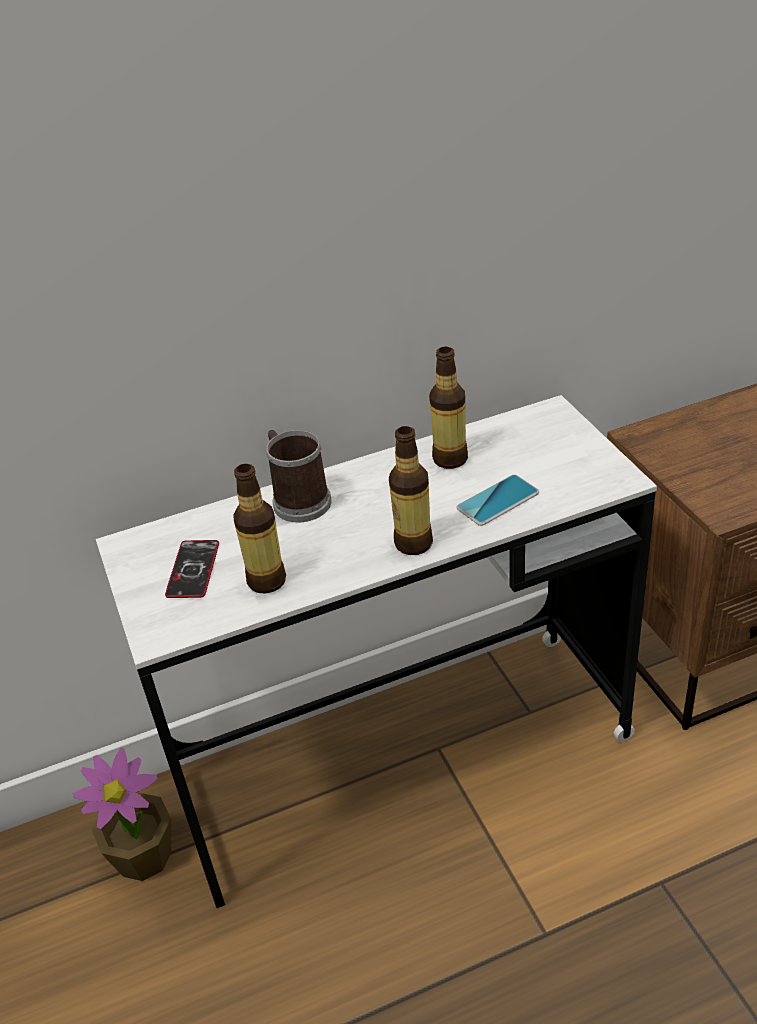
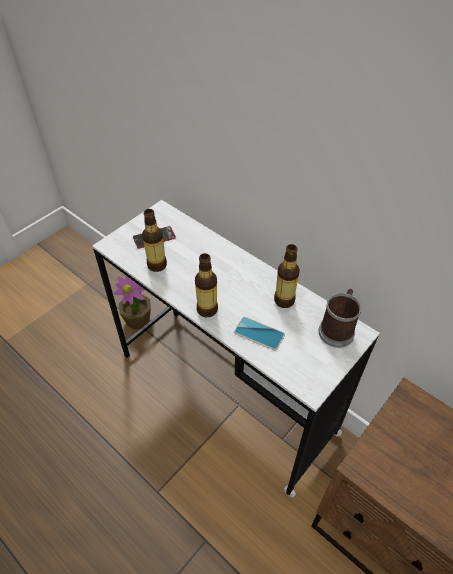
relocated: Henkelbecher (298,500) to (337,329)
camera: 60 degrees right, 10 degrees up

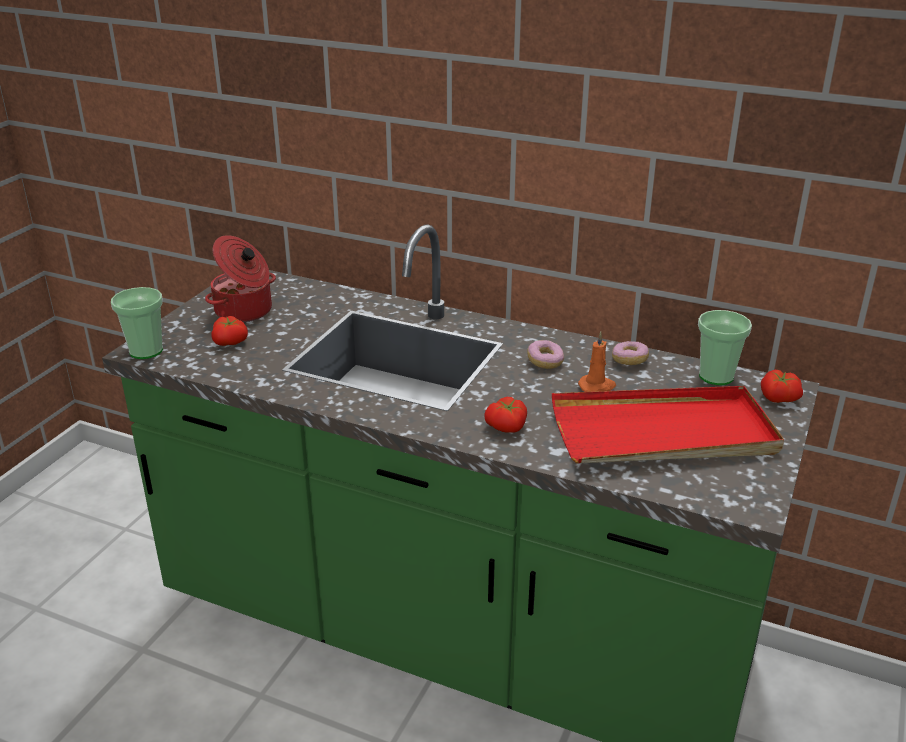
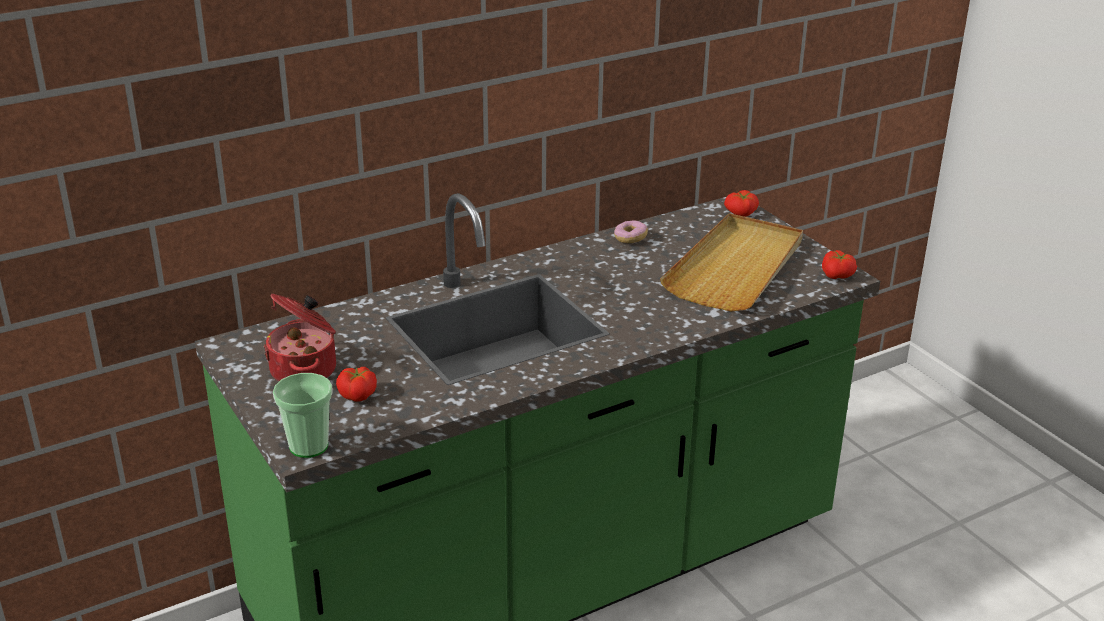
missing: Donut (545,362); Kerze [orange] (597,386); Tasse (716,376)
relocated: Tomate (507,427) to (838,275)
colour: Tablett [rot] (664,433) to Tablett [beige] (736,267)
camera: 55 degrees left, 0 degrees up

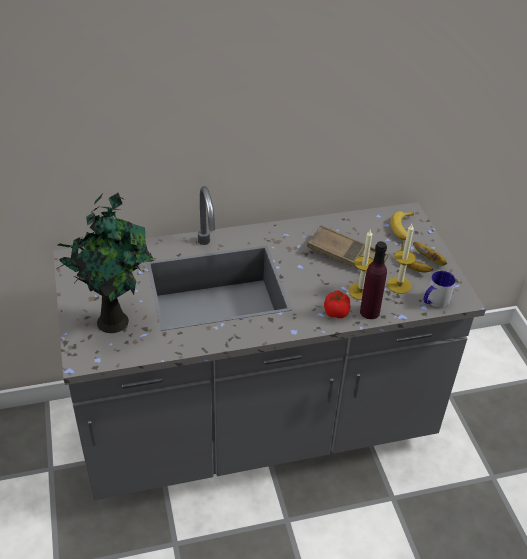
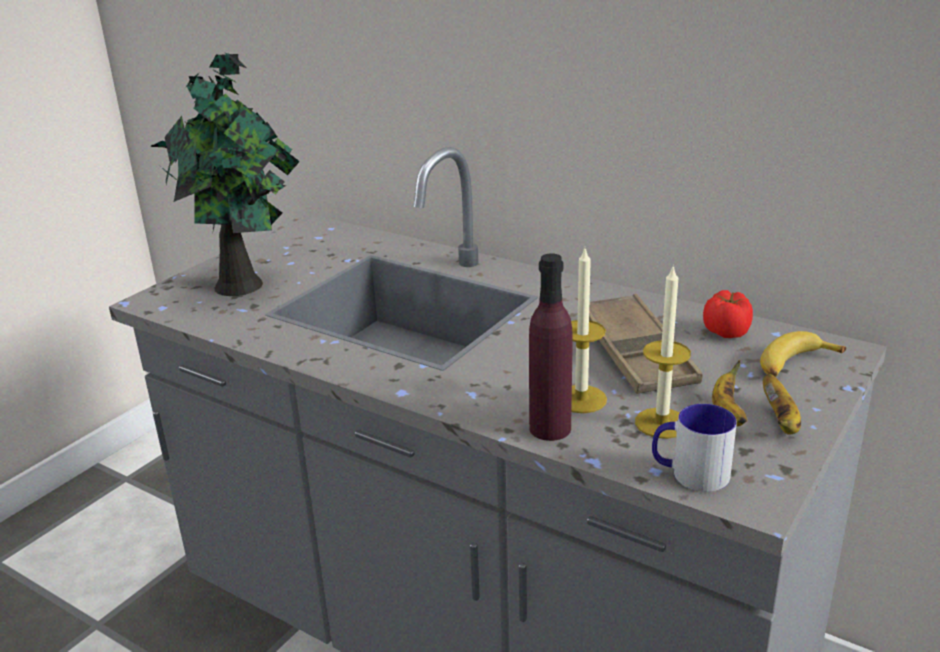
relocated: Tomate (336,312) to (727,332)
camera: 50 degrees right, 15 degrees down

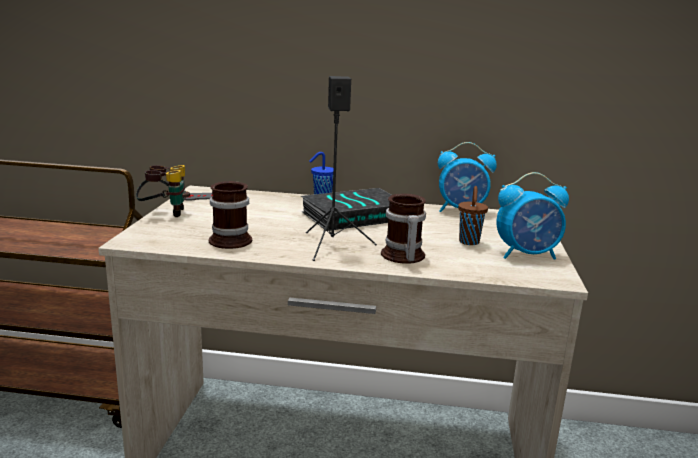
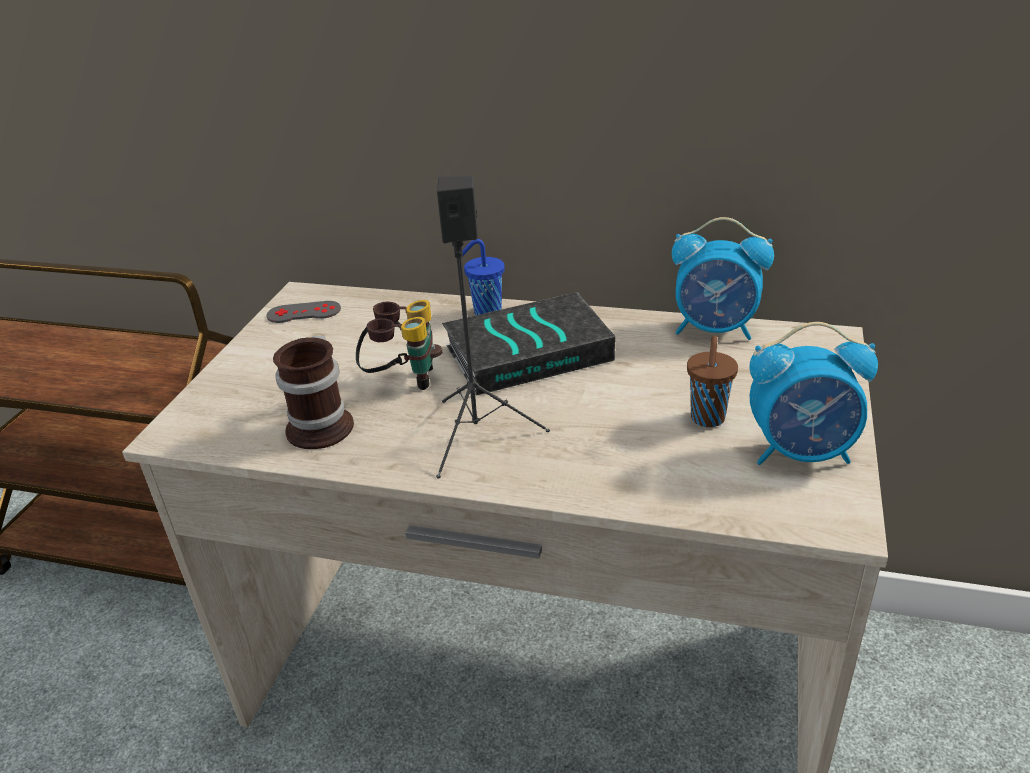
missing: Henkelbecher (401,257)
relocated: Fernglas (164,213) to (403,379)
camera: 10 degrees right, 15 degrees up

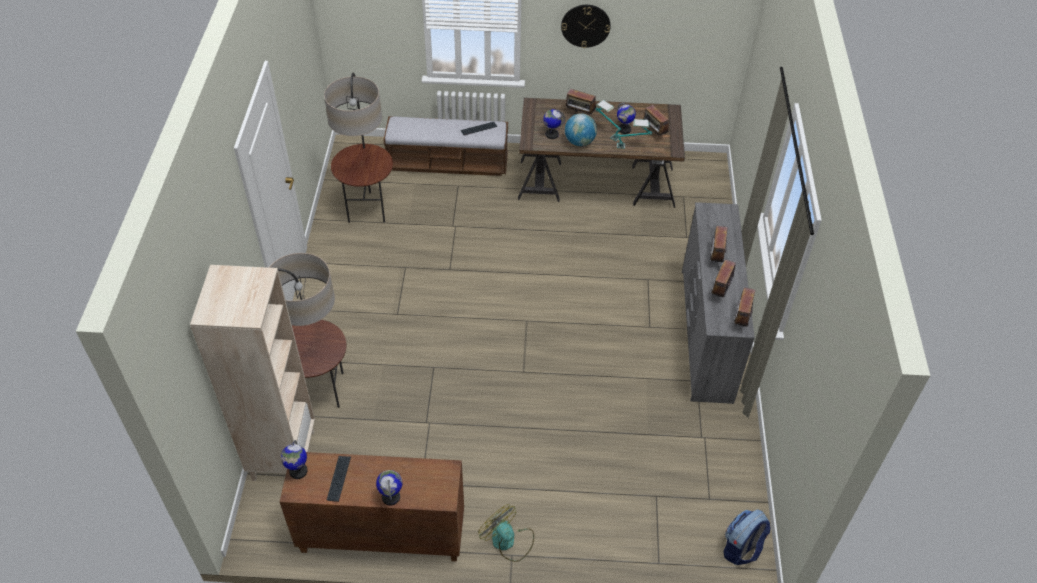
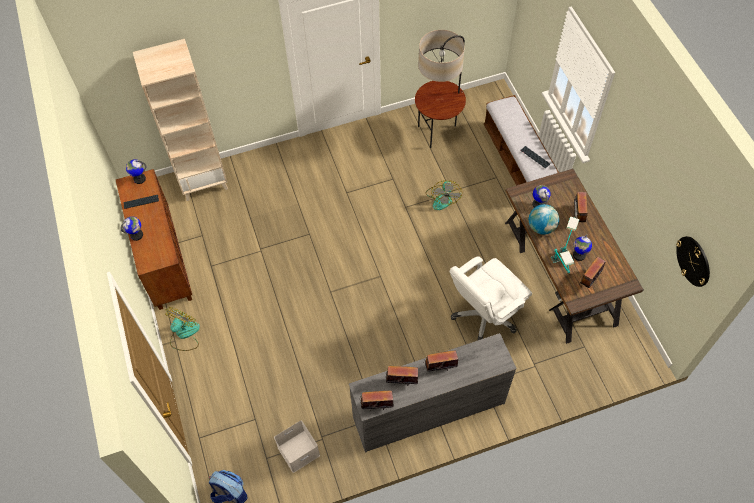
missing: Stehlampe (319,390)
appeared: Aufbewahrungsbox [weiß] (299,450); Ventilator (442,198); Bürostuhl [weiß] (484,316)
relocated: Wanduhr (585,25) to (693,261)
camera: 70 degrees right, 10 degrees up

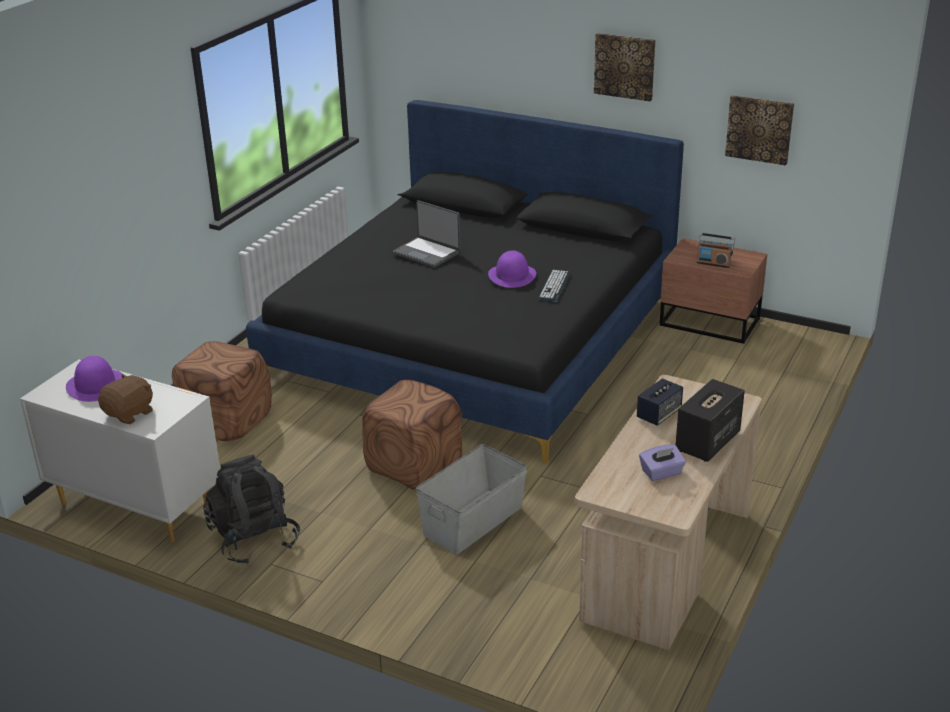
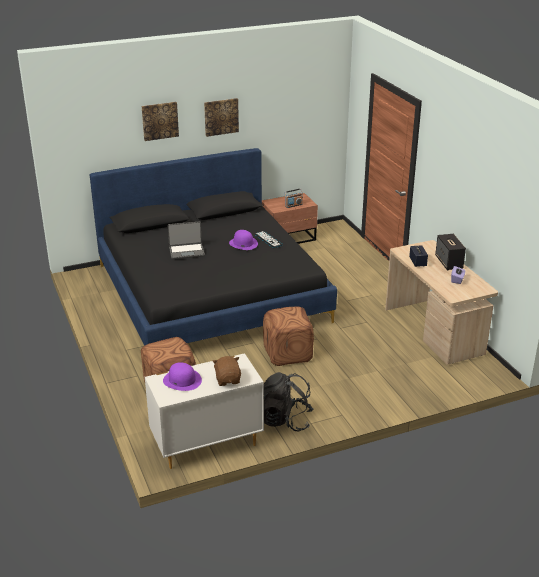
missing: Aufbewahrungsbox [grau] (474,521)
relocated: Bild (759,129) to (160,120)
camera: 50 degrees left, 0 degrees up

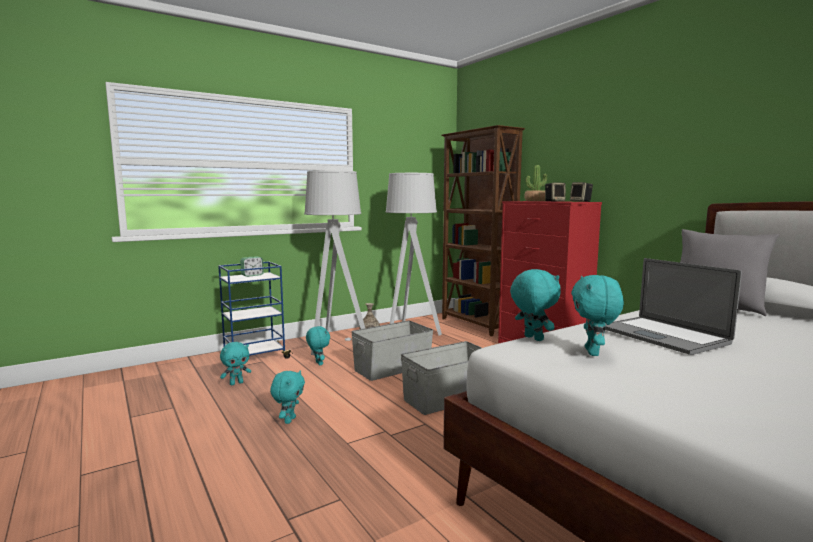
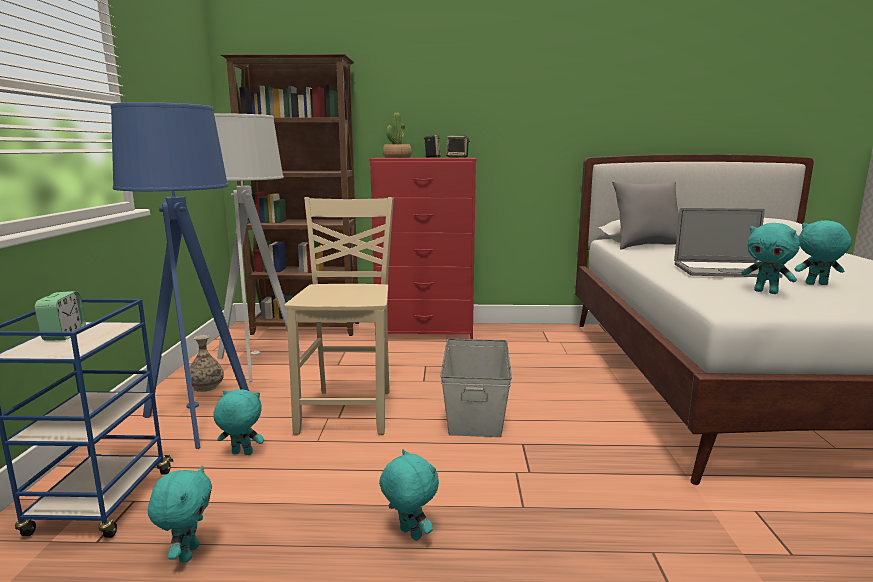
relocated: Plüschtier [türkis] (532,338) to (816,284)
exchanged: Aufbewahrungsbox [grau] (393,368) to Stuhl [beige] (349,410)
colour: Stehlampe [grau] (336,346) to Stehlampe [blau] (199,421)
camera: 55 degrees left, 5 degrees up

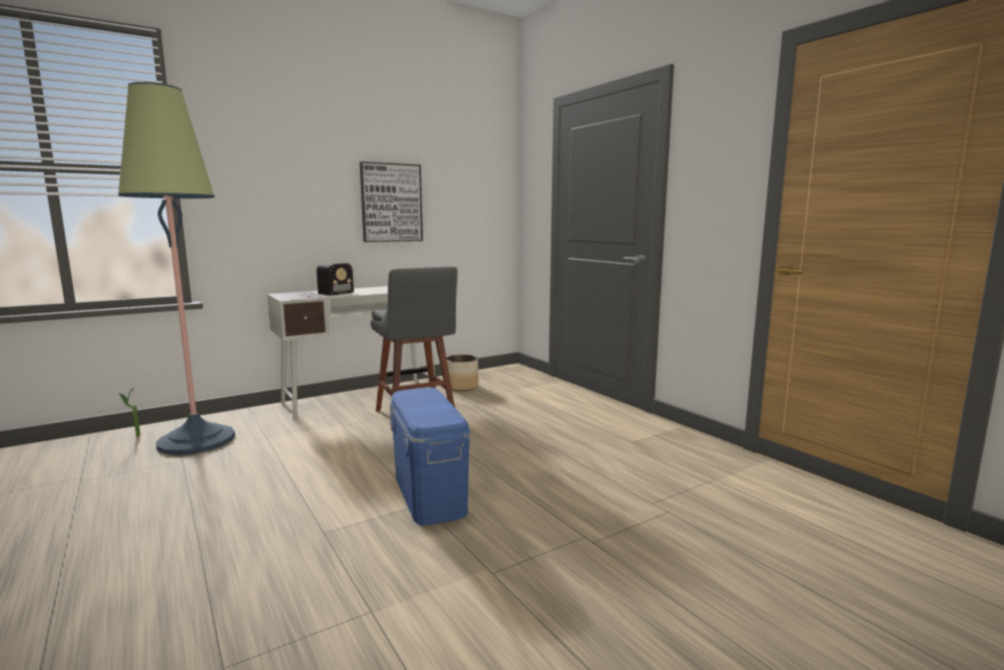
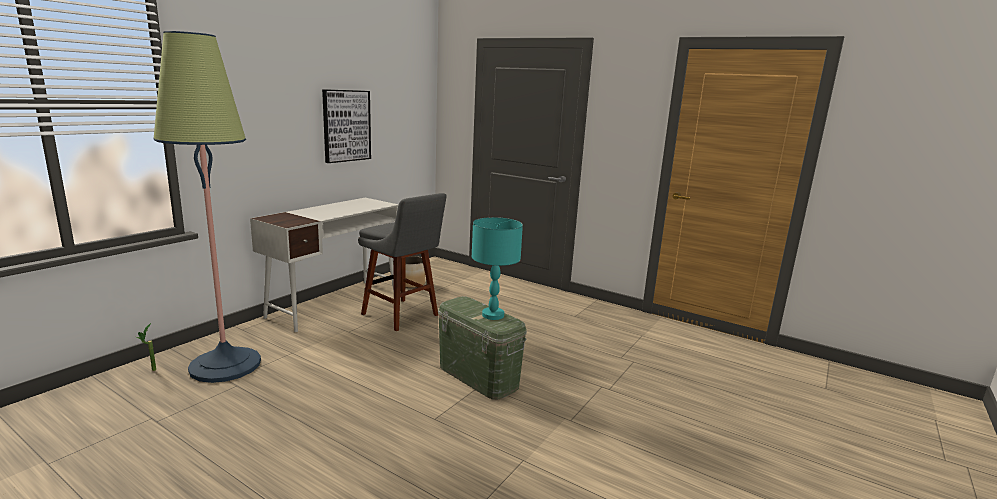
missing: Radio (325,294)
appeared: Tischlampe [türkis] (493,315)
colour: Aufbewahrungsbox [blau] (430,493) to Aufbewahrungsbox [grün] (478,376)
camera: 25 degrees left, 5 degrees up

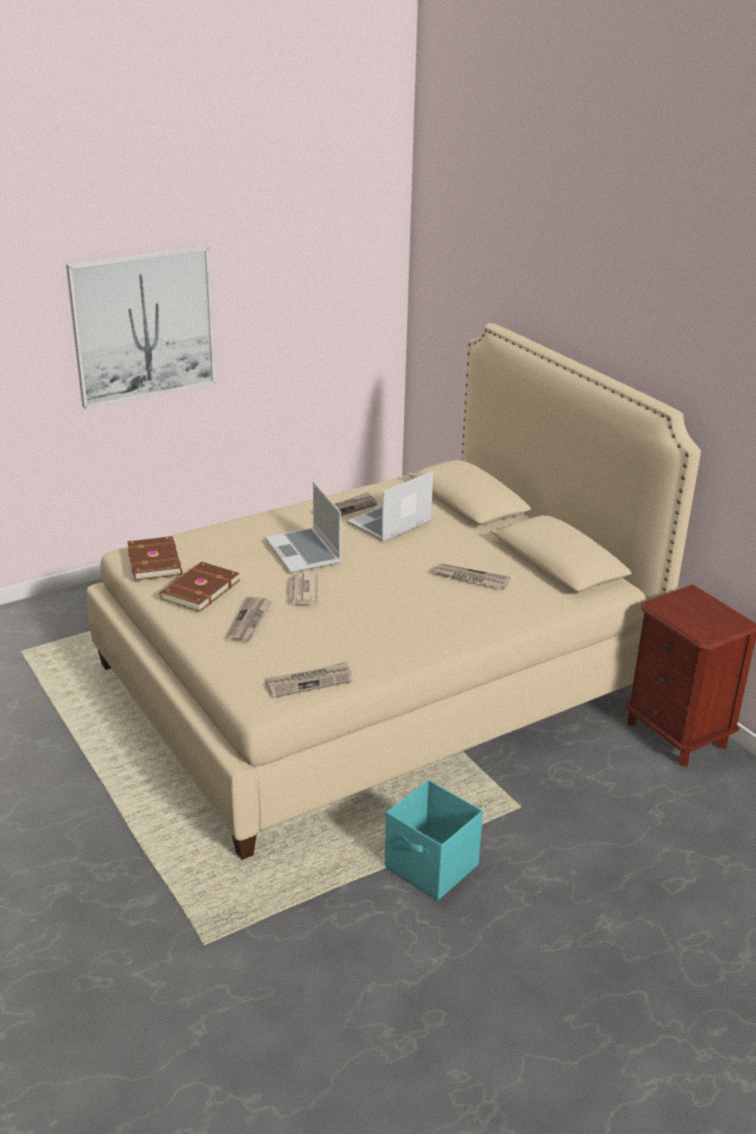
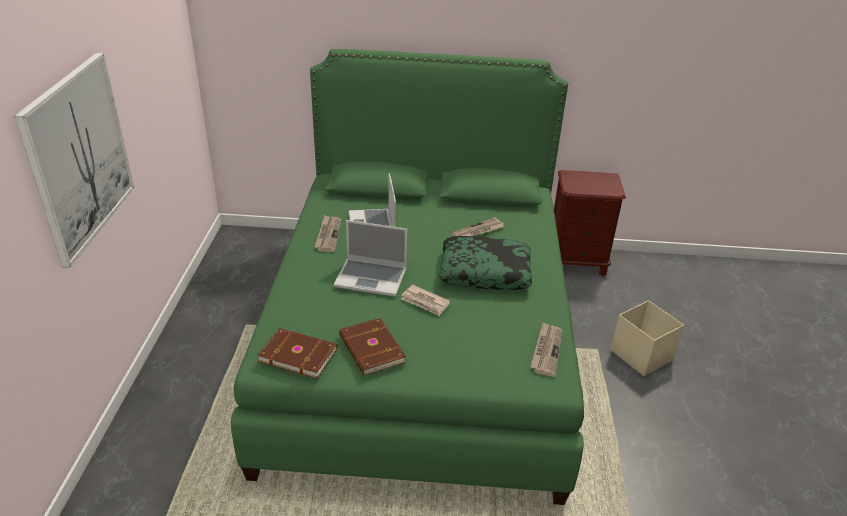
missing: Zeitung (250,622); Aufbewahrungsbox [türkis] (432,867)
appeared: Kissen (485,271); Aufbewahrungsbox [beige] (640,355)
colour: Bett [beige] (375,679) to Bett [grün] (419,342)
camera: 55 degrees left, 5 degrees up

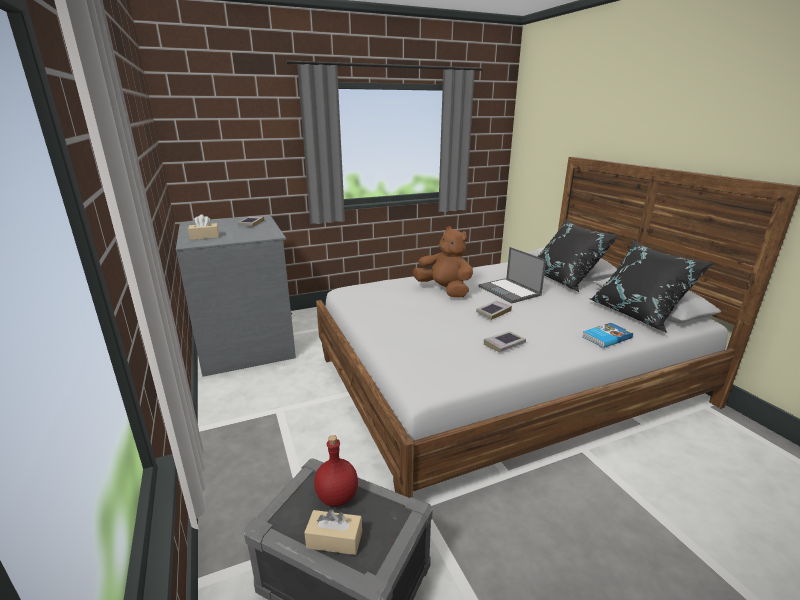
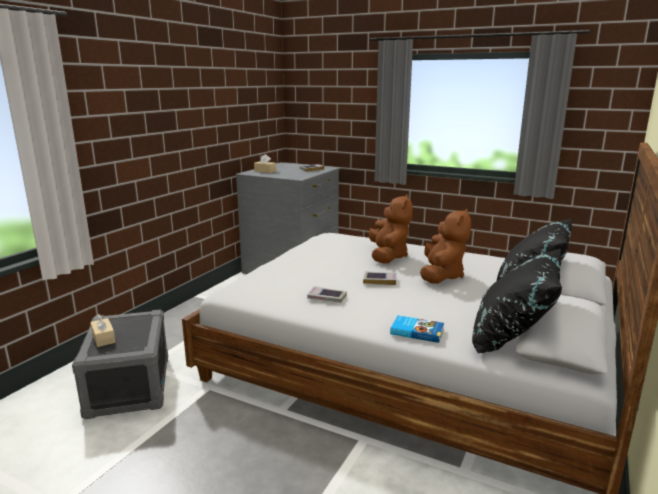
missing: Flasche [rot] (336,497)
exchanged: Laptop (510,291) to Plüschtier [braun] (441,276)
camera: 50 degrees right, 5 degrees down

